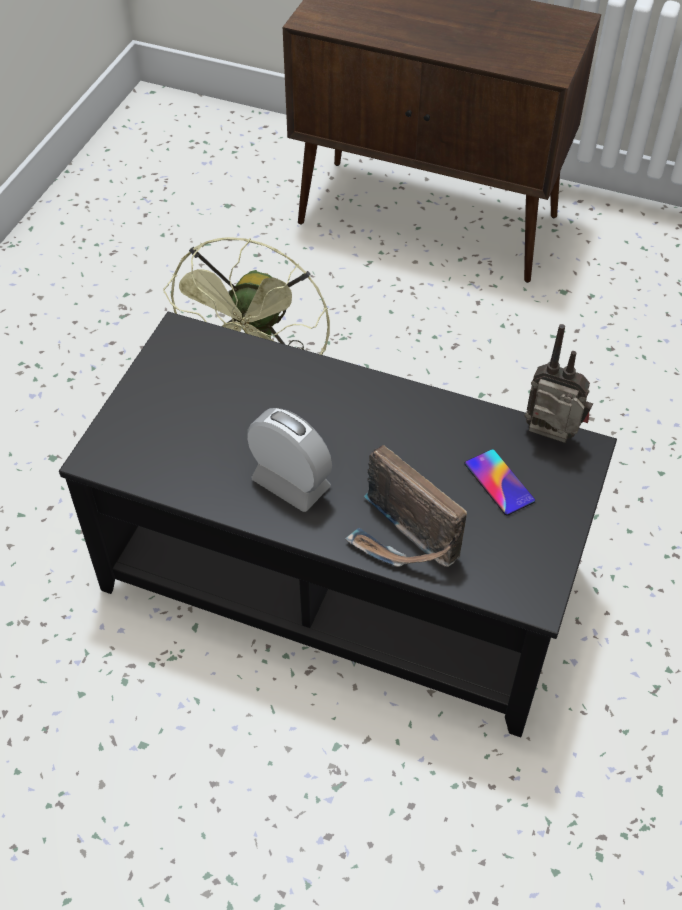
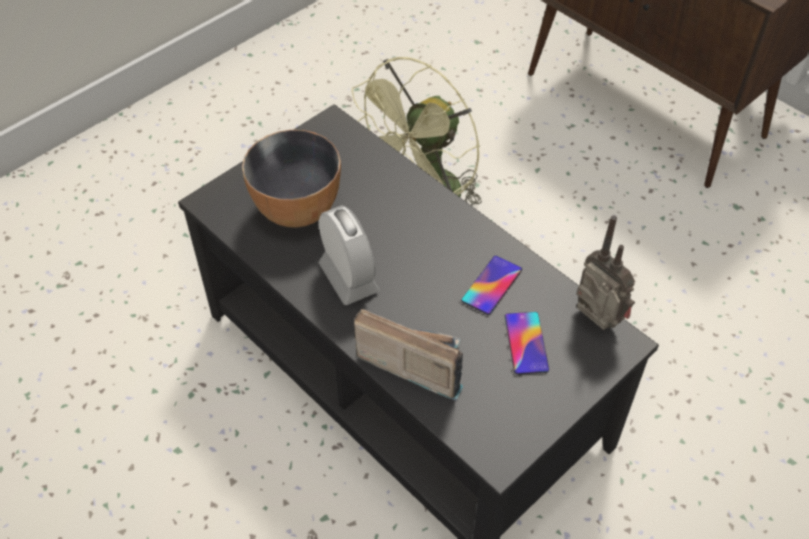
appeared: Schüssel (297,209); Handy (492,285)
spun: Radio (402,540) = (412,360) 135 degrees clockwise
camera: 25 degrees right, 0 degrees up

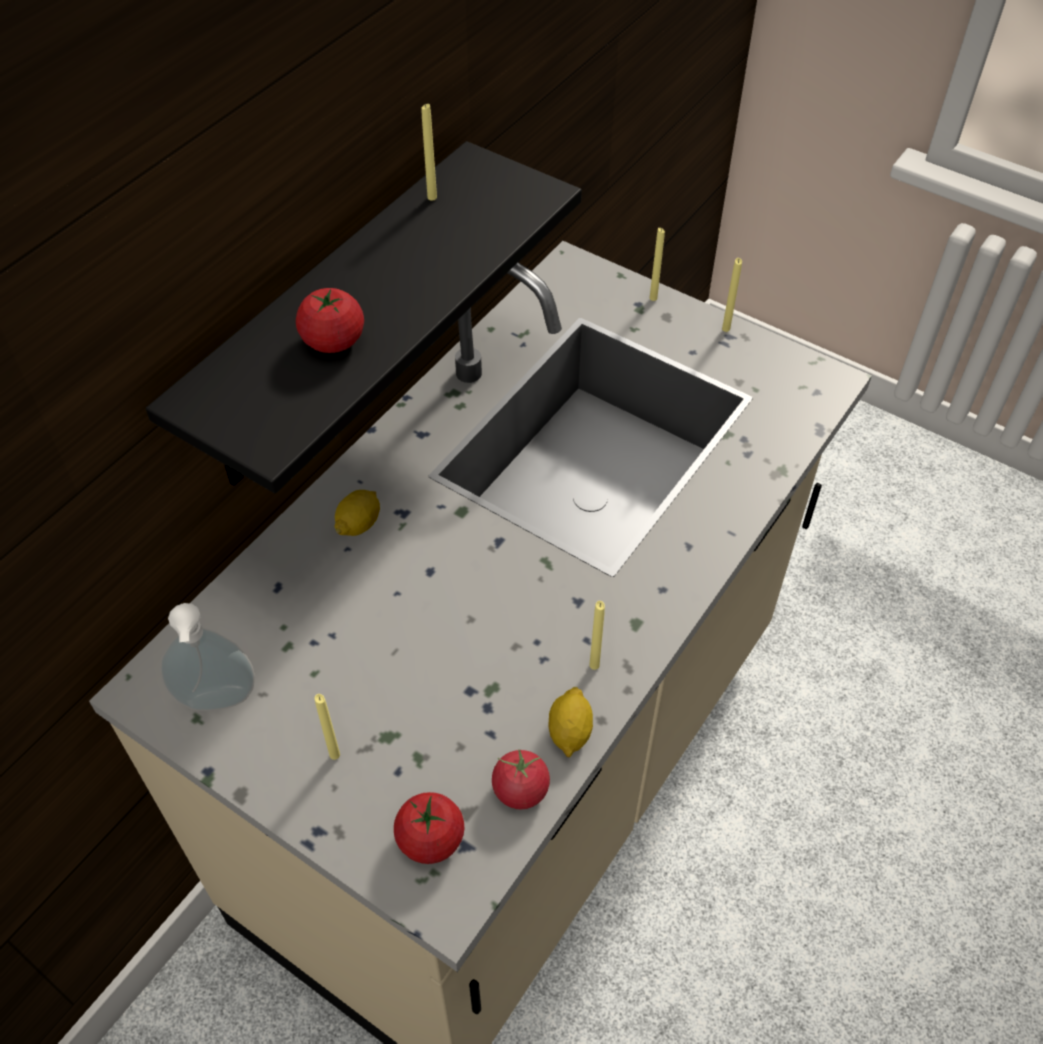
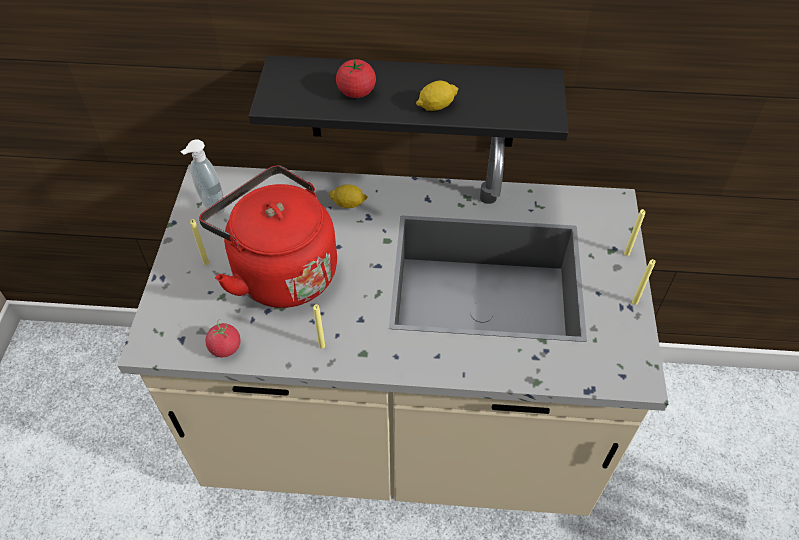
missing: Tomate (430,839); Kerze [gelb] (432,197)
appeared: Wasserkessel [rot] (280,271)
relocated: Zitrone (570,732) to (436,106)
camera: 60 degrees right, 0 degrees up

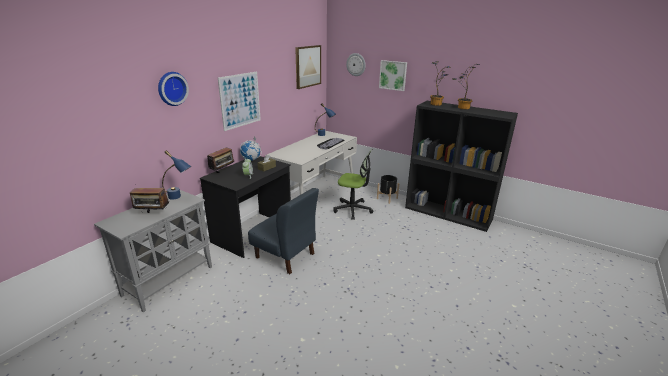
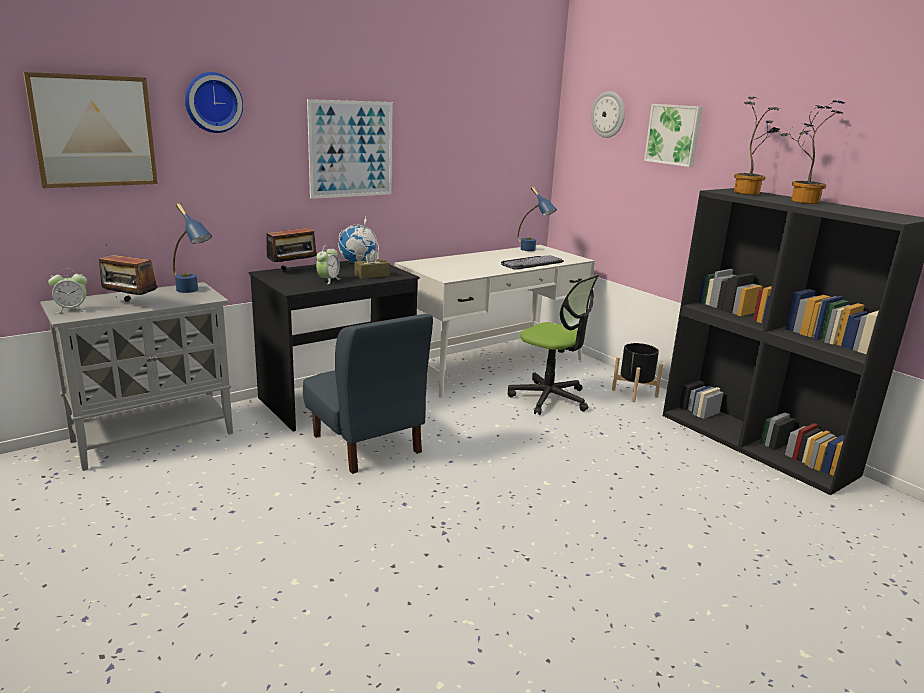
appeared: Wecker (72,310)
relocated: Bild (307,66) to (94,131)
camera: 20 degrees right, 5 degrees down

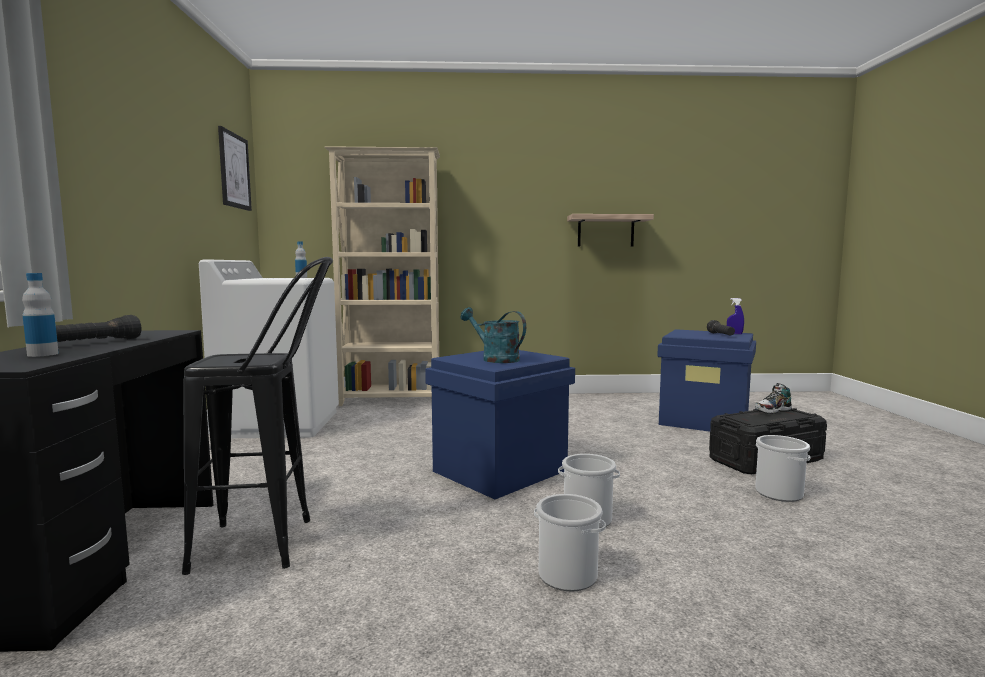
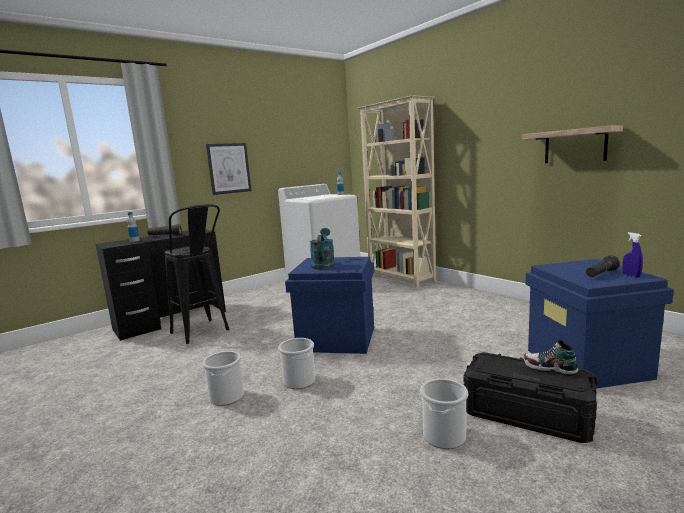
relocated: Bild (234,171) to (229,168)
camera: 55 degrees right, 5 degrees up

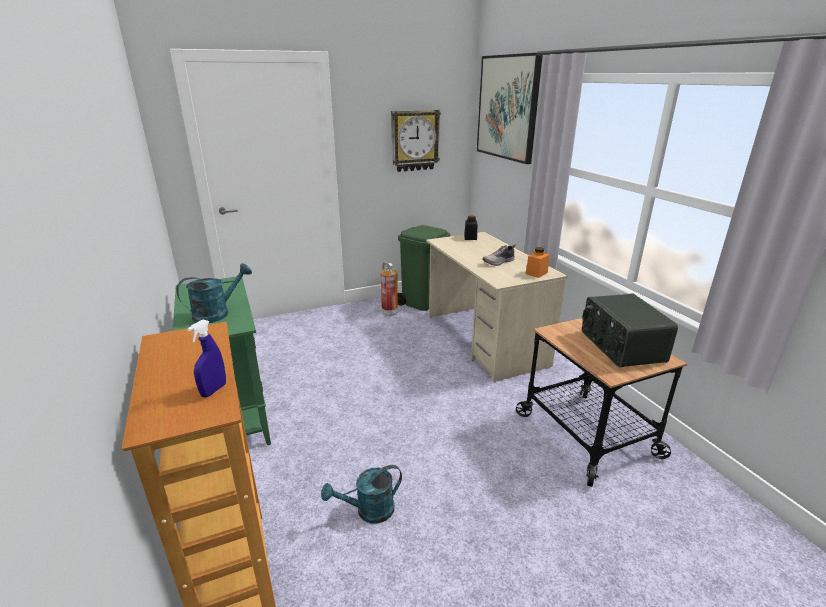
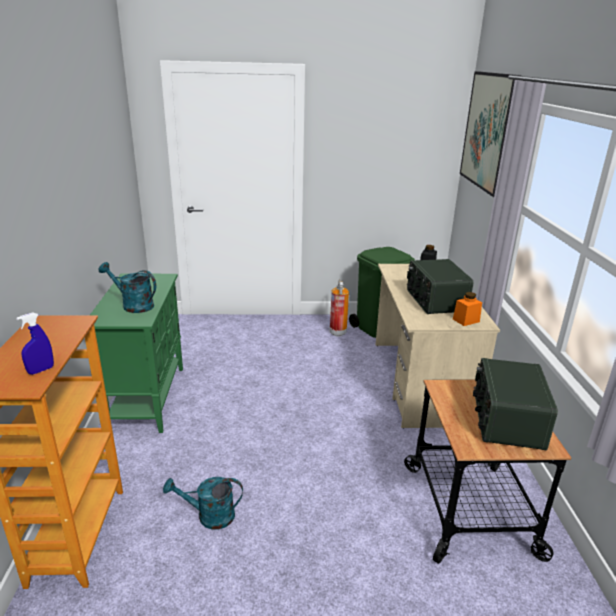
missing: Wanduhr (414,140)
exchanged: Schuh (499,262) to Radio (435,301)
spun: Gießkanne [türkis] (217,313) = (133,305) 135 degrees counterclockwise
camera: 20 degrees right, 0 degrees up

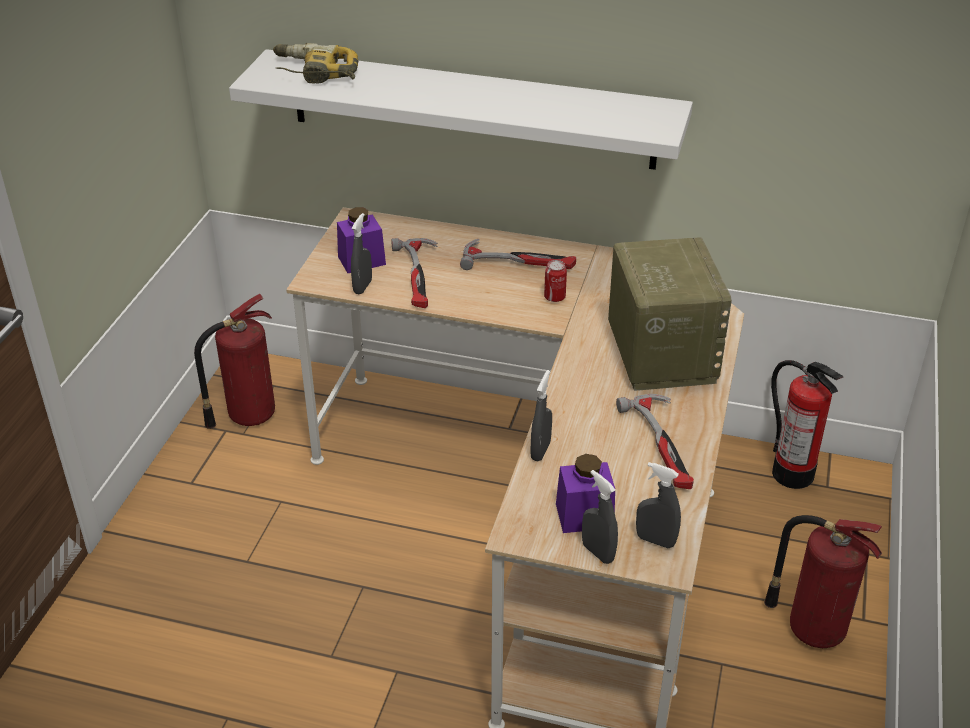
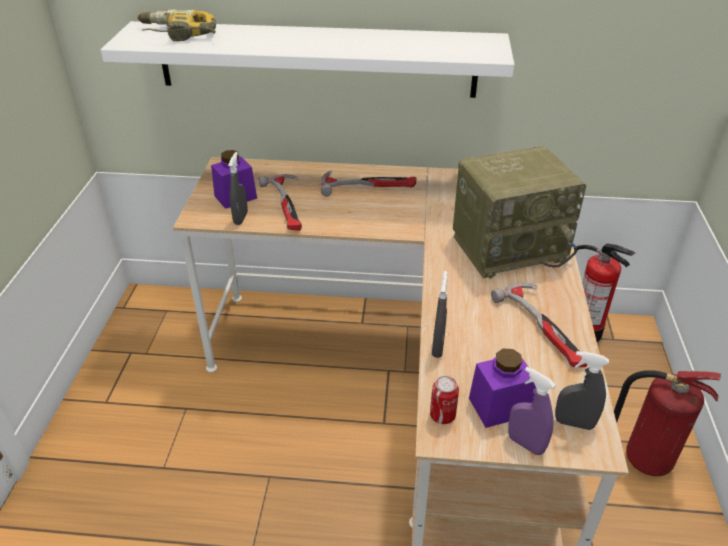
missing: Feuerlöscher (248,415)
relocated: Dose (554,297) to (442,415)
colour: Sprühflasche [grau] (597,552) to Sprühflasche [lila] (525,444)
spun: Radio (660,352) = (509,247) 90 degrees clockwise
camera: 10 degrees left, 0 degrees up

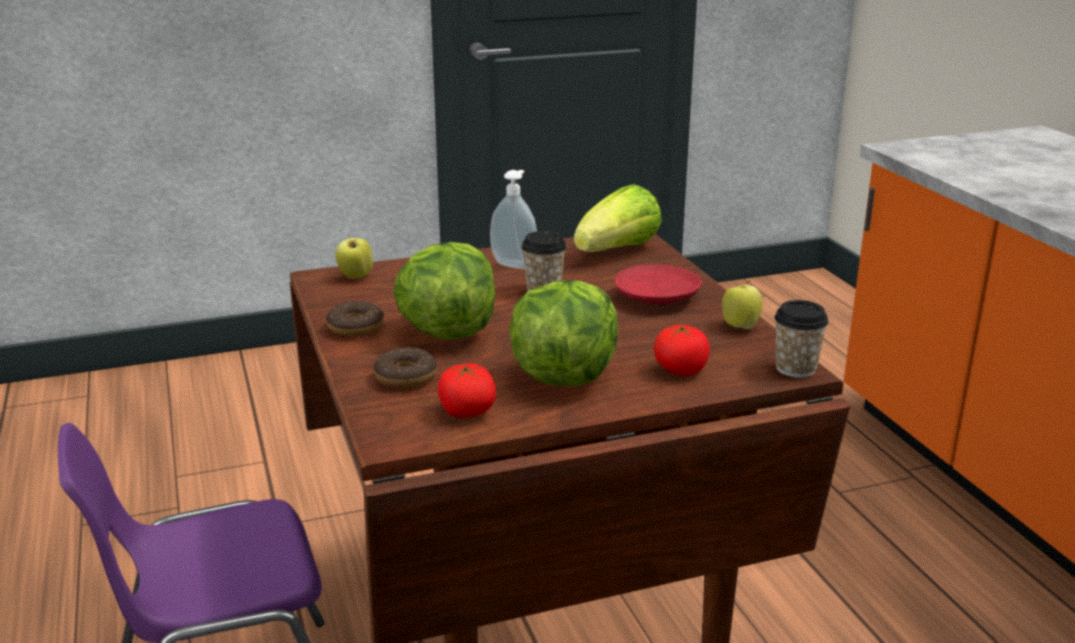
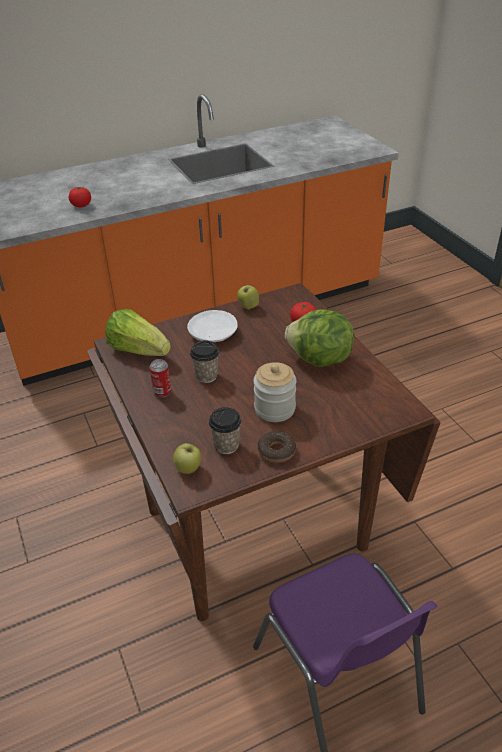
missing: Donut (405,377)
relocated: Tomate (467,412) to (81,205); Tasse (795,368) to (226,445)
exchanged: Salatkopf (447,331) to Vorratsglas (274,409); Seifenspender (515,264) to Dose (162,392)
colour: Teller [rot] (656,297) to Teller [weiß] (212,333)
camera: 95 degrees left, 15 degrees up

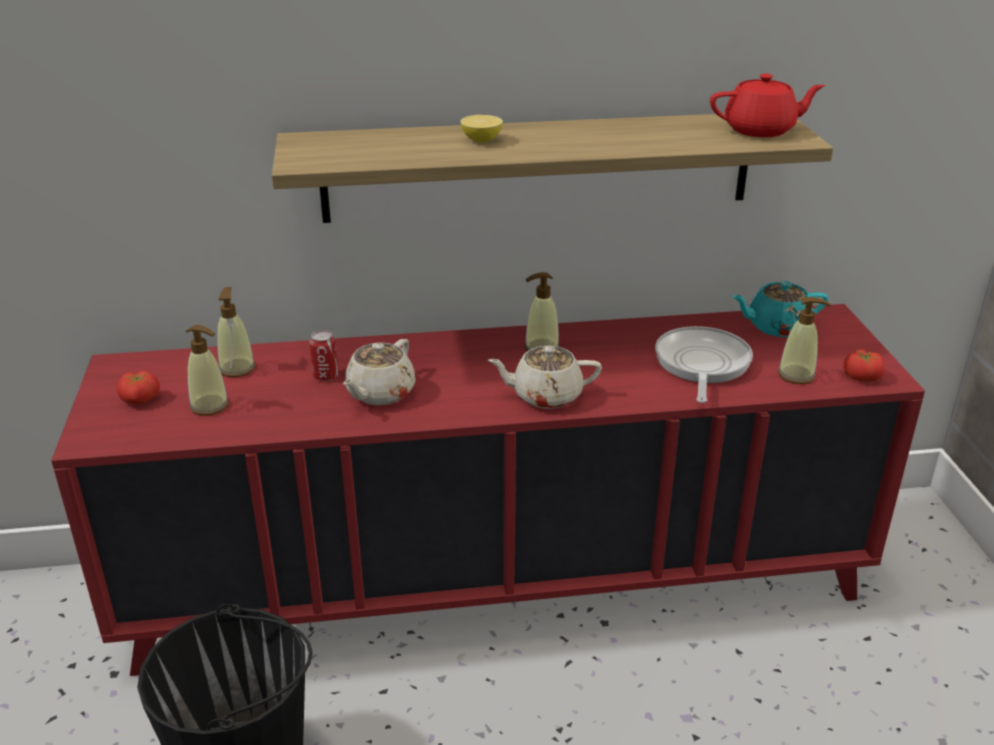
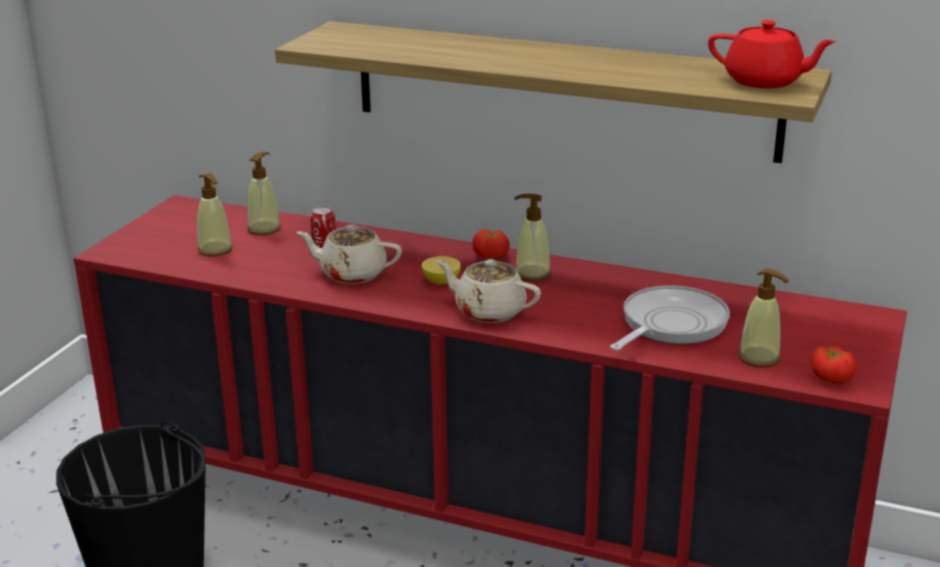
missing: Teekanne [türkis] (776,327)
relocated: Tomate (140,399) to (490,256); Zitrone (481,140) to (441,281)
spun: Teekanne [beige] (379,393) = (351,274) 45 degrees clockwise
camera: 30 degrees right, 5 degrees down

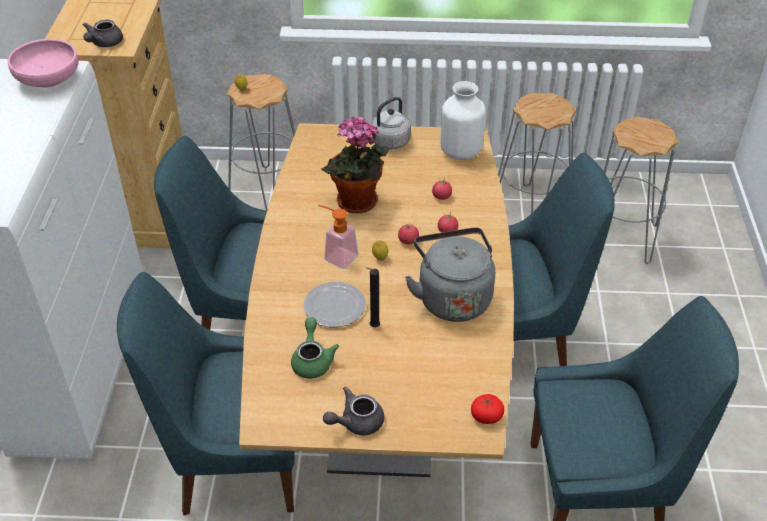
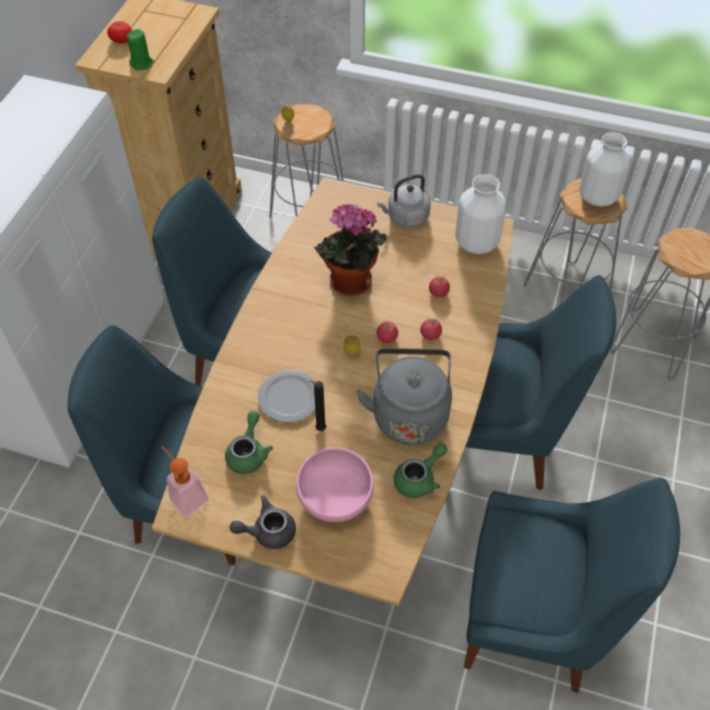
appeared: Teekanne [grün] (419,479); Vase [weiß] (597,197)
relocated: Schüssel [rosa] (48,79) to (335,495); Seifenspender (336,256) to (185,494); Tomate (486,416) to (122,40)
exchanged: Teekanne [grau] (104,43) to Kerze [grün] (142,64)
camera: 15 degrees right, 10 degrees up

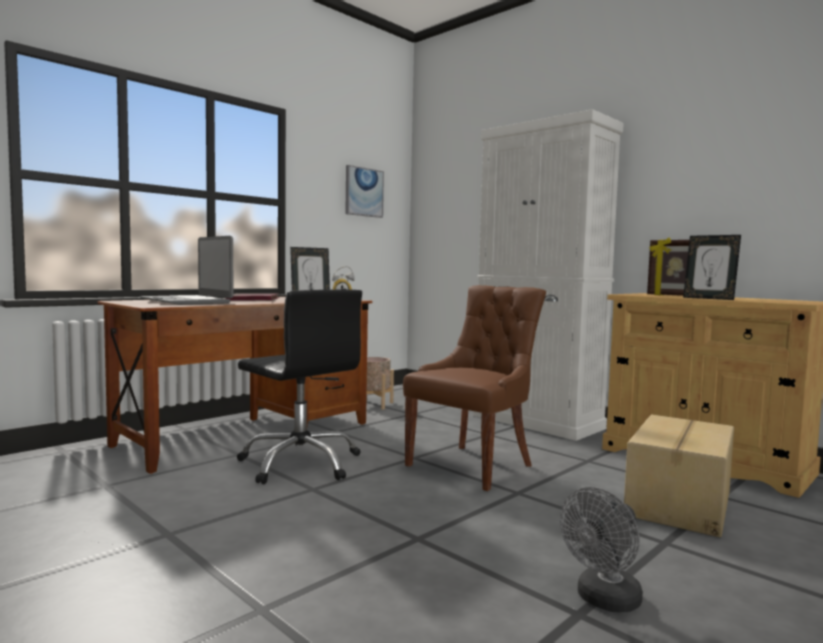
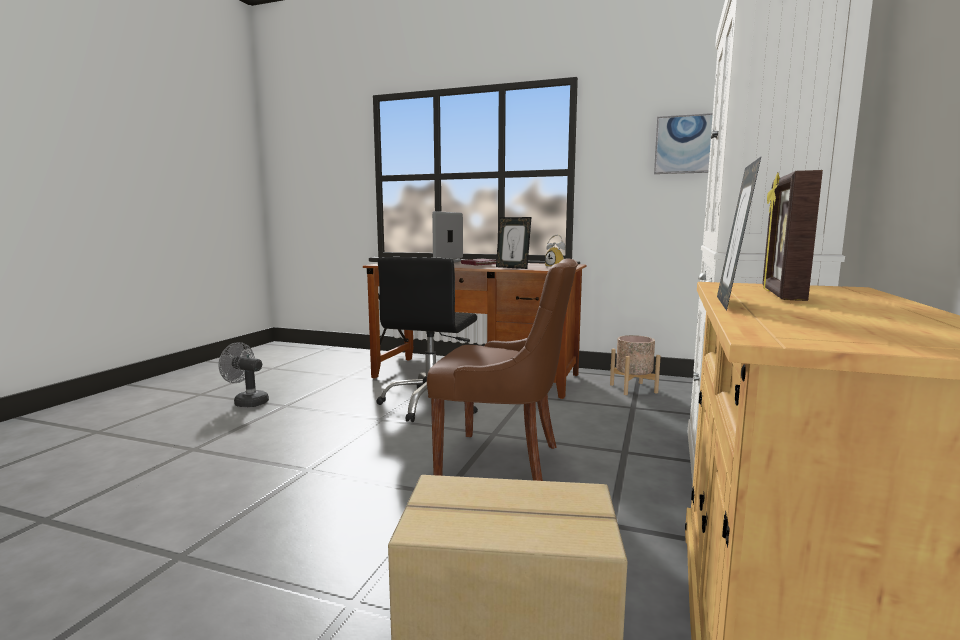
relocated: Ventilator [grau] (603,600) to (247,402)
camera: 65 degrees right, 5 degrees up

